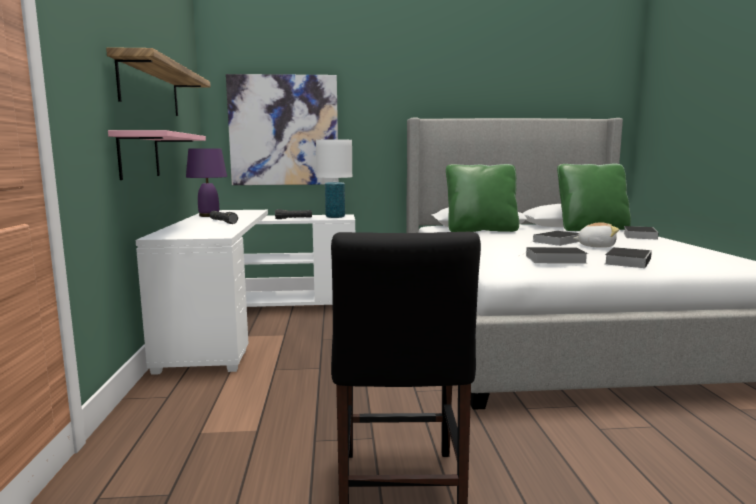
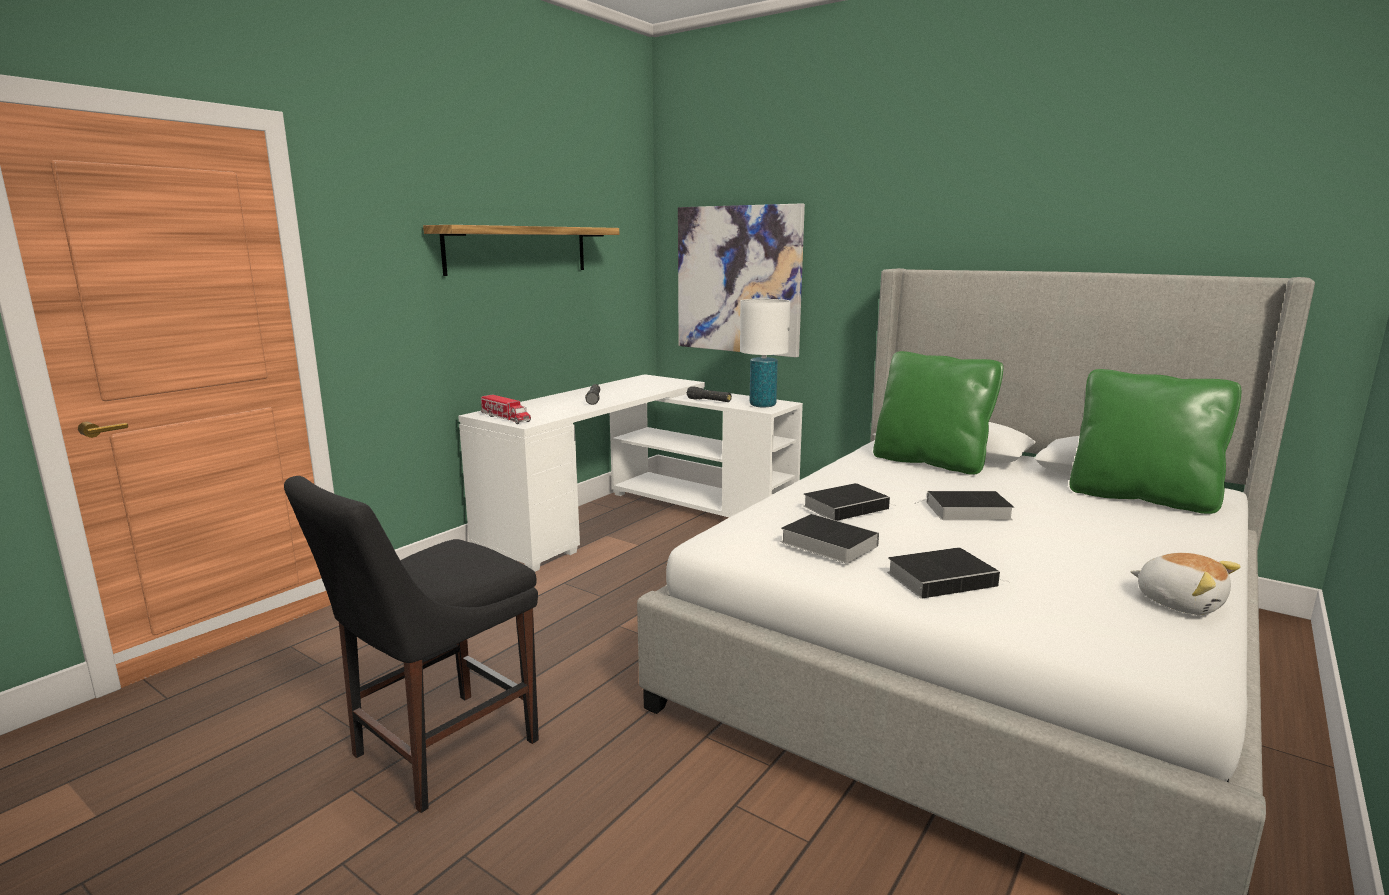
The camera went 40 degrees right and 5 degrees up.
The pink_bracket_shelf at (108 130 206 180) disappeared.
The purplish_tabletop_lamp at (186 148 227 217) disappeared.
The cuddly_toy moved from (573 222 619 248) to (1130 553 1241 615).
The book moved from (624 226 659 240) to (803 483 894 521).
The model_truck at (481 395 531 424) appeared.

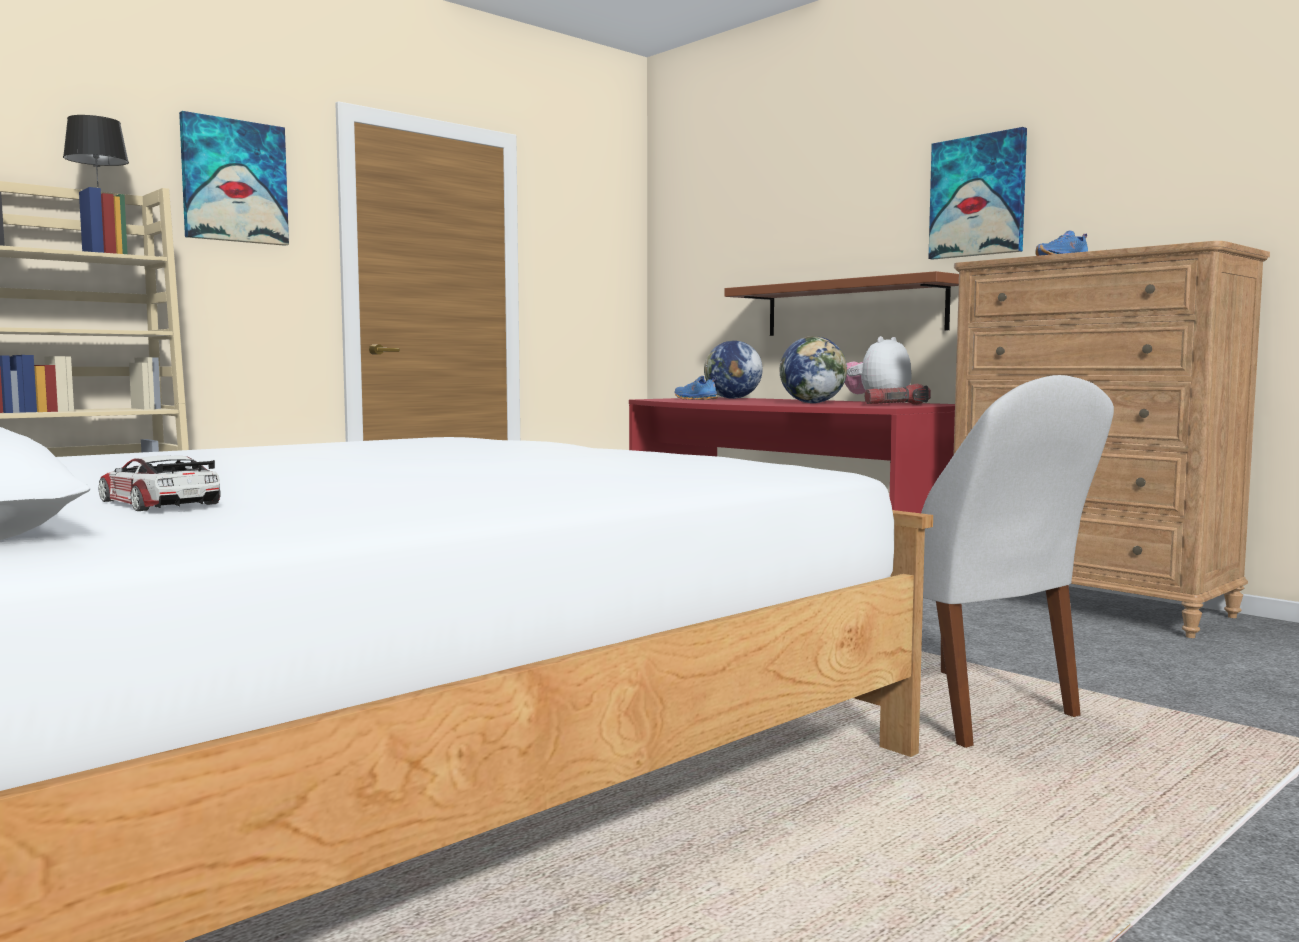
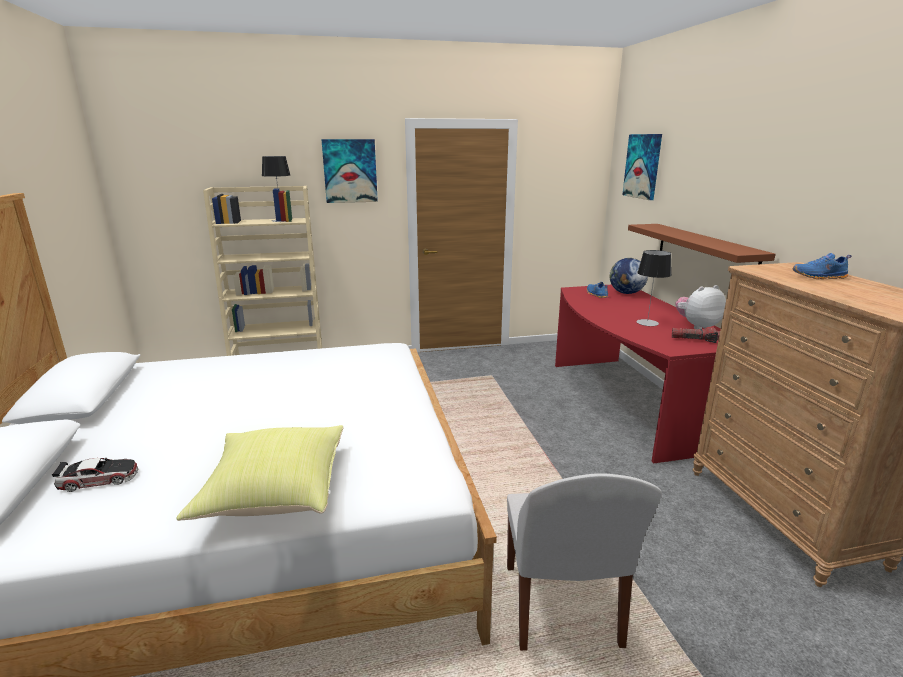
The camera went 30 degrees right and 15 degrees up.
The picture moved from (928 127 1027 259) to (622 134 662 200).
The desk_globe at (779 336 847 403) was replaced by the tabletop_lamp at (636 250 672 326).
The toy_car at (98 456 221 511) turned 90 degrees clockwise.
The yellowish_pillow at (177 425 344 521) appeared.

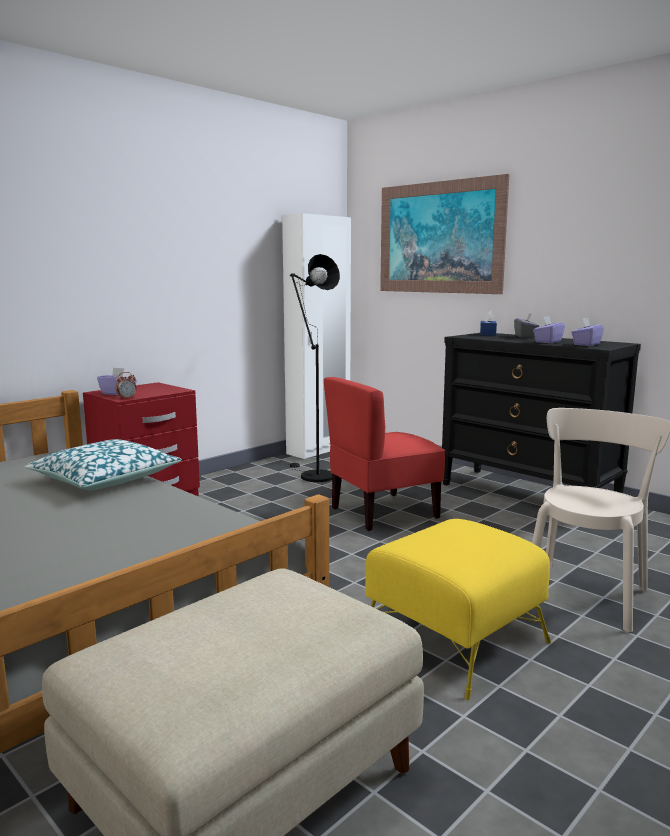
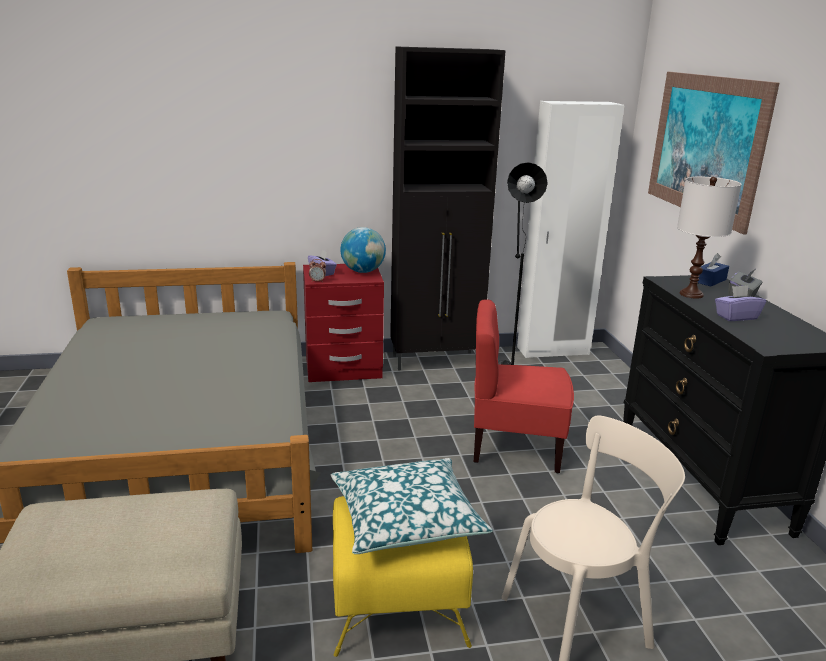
The camera went 35 degrees right and 10 degrees up.
The purplish_tissue_holder at (572 318 604 346) disappeared.
The pillow moved from (25 439 182 490) to (331 458 493 554).
The black-coloured_cupboard at (390 46 506 370) appeared.
The white_tabletop_lamp at (677 177 741 299) appeared.
The desk_globe at (341 227 386 273) appeared.

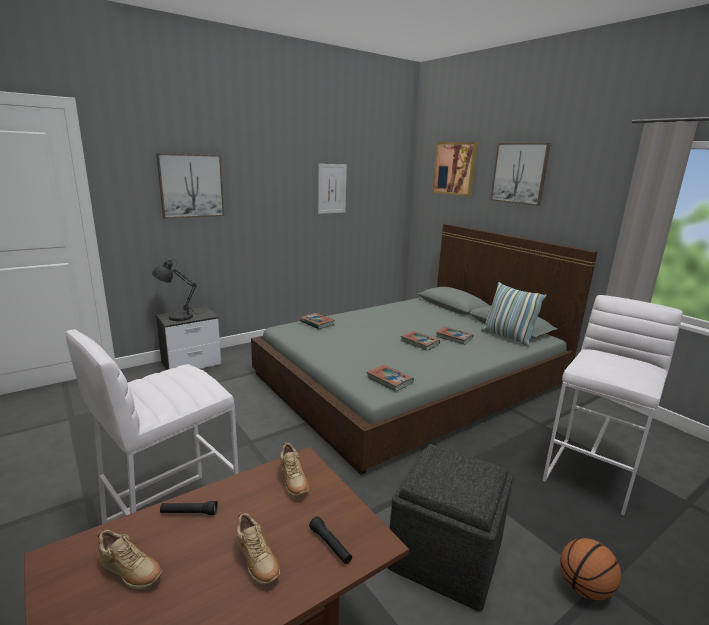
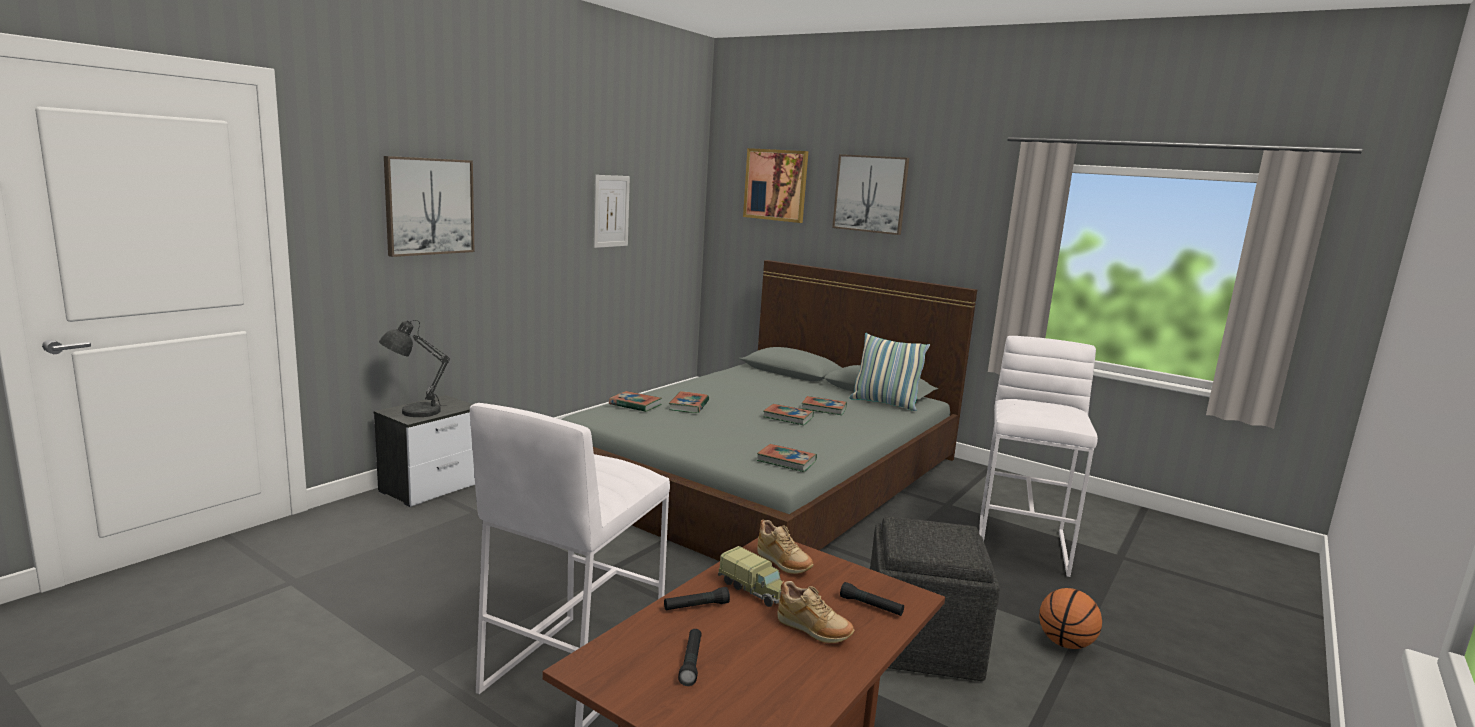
The camera went 20 degrees left and 5 degrees down.
The sand-coloured_shoe at (97 530 162 589) was replaced by the black-coloured_hand_torch at (678 629 702 686).
The book at (669 391 709 413) appeared.
The model_truck at (718 546 783 607) appeared.

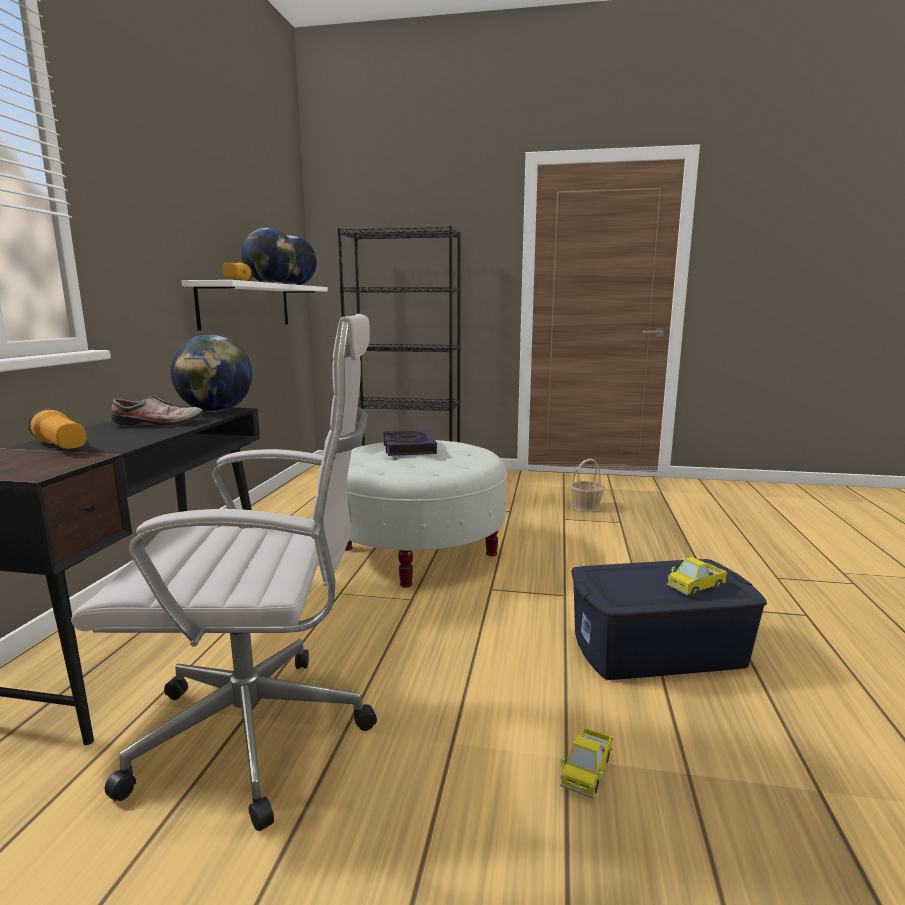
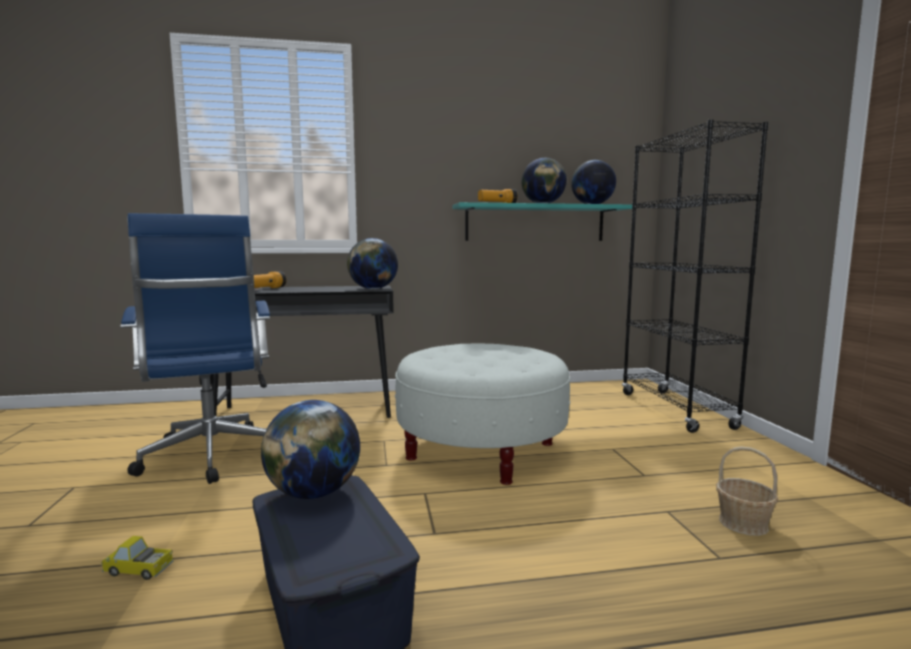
The camera went 70 degrees right and 5 degrees down.
The white_bracket_shelf at (182 280 328 331) became the turquoise_bracket_shelf at (452 202 632 241).
The white_office_chair at (71 314 377 831) became the blue-coloured_office_chair at (121 213 270 484).
The shoe at (111 395 203 426) disappeared.
The book at (384 430 437 456) disappeared.
The model_truck at (667 557 727 596) disappeared.
The desk_globe at (261 400 360 499) appeared.

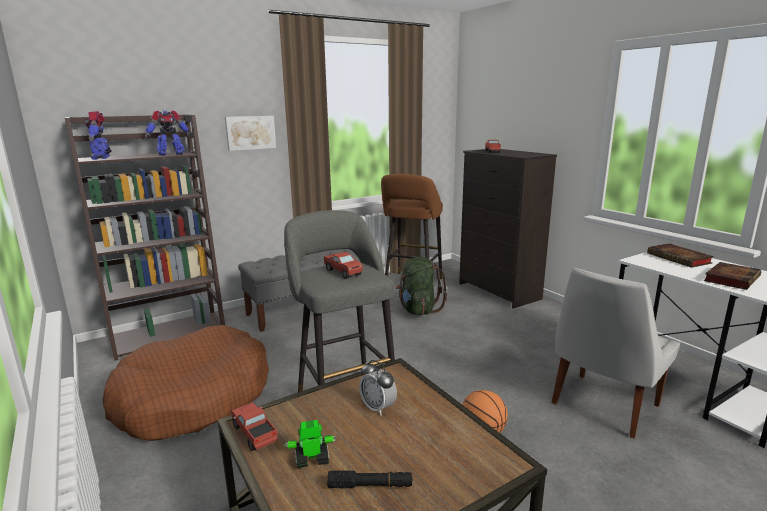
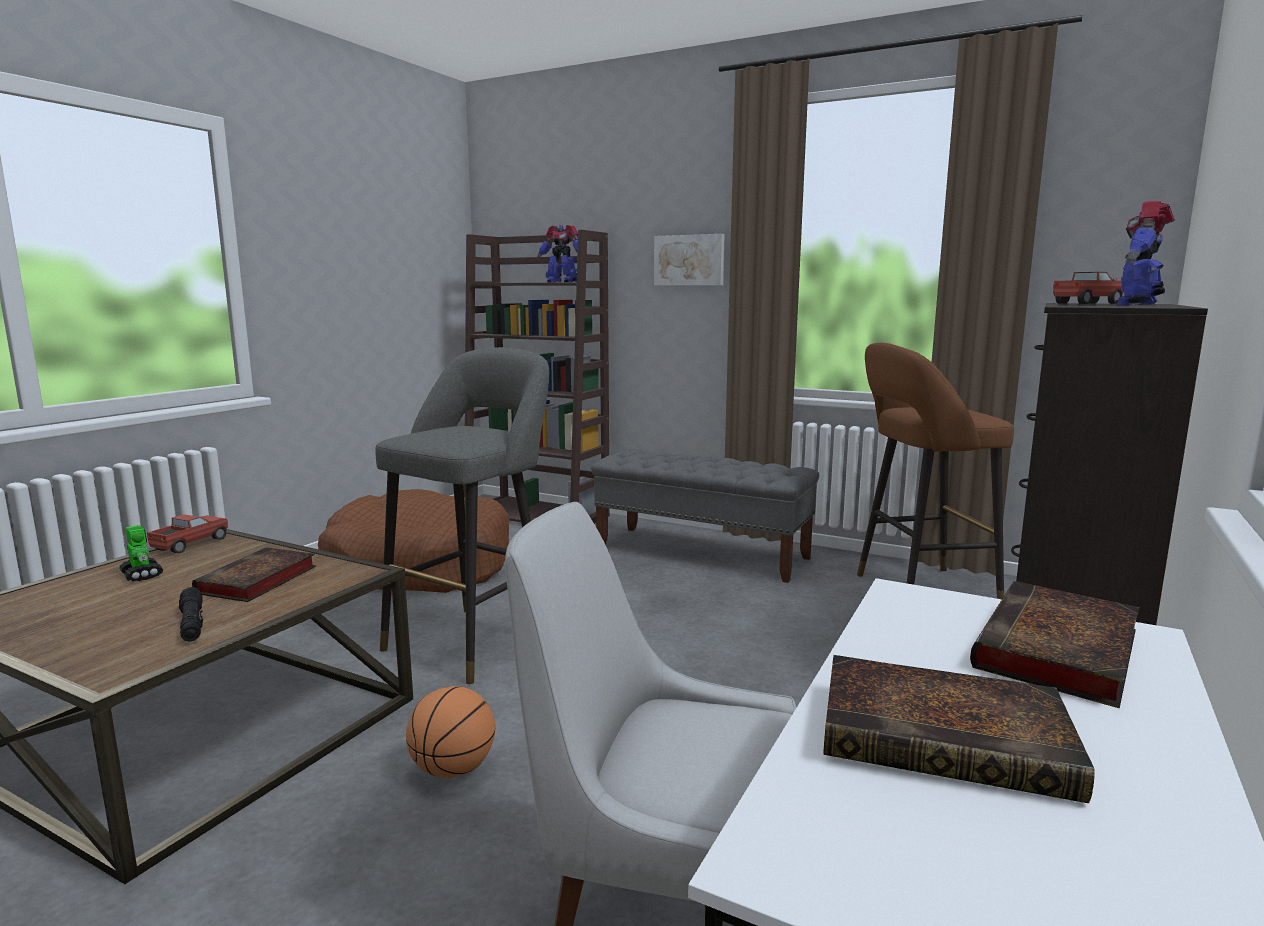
The camera went 60 degrees right and 5 degrees down.
The robot_figure moved from (85 111 112 160) to (1115 200 1175 305).
The model_truck at (324 252 363 279) disappeared.
The greenish_backpack at (396 257 448 315) disappeared.
The bedside_clock at (359 360 397 416) was replaced by the book at (192 547 316 602).
The black-coloured_hand_torch moved from (327 470 413 488) to (179 587 203 642).

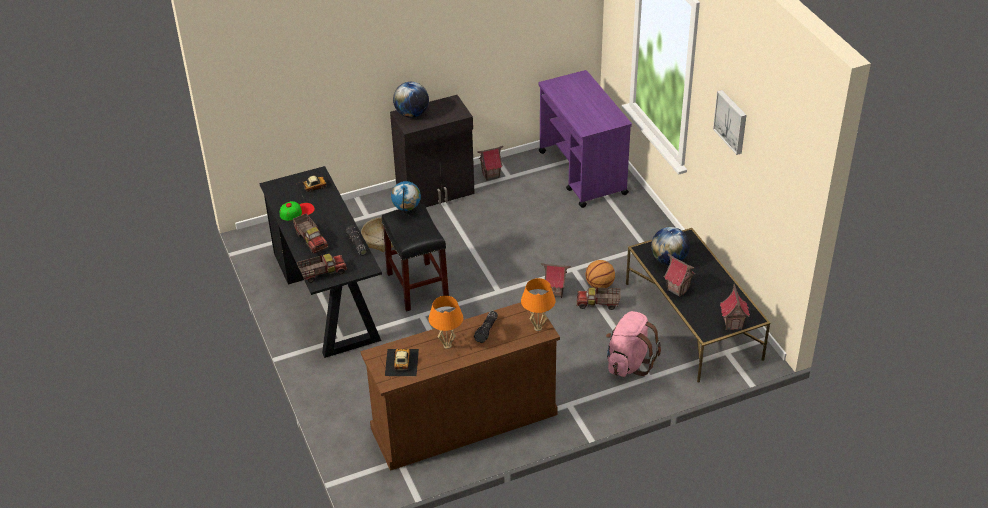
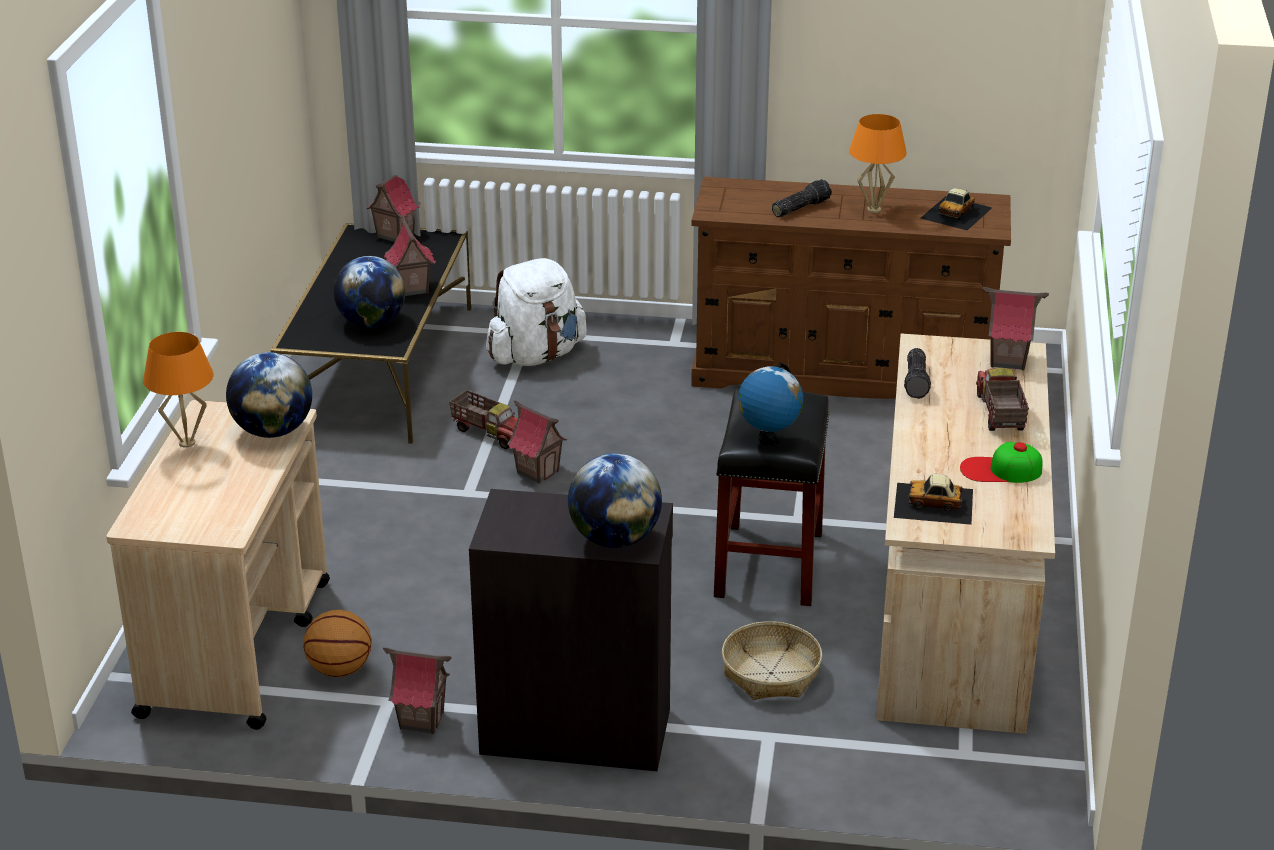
The camera went 150 degrees left and 10 degrees down.
The purplish_wheeled_cart at (538 70 632 208) became the sand-coloured_wheeled_cart at (106 400 330 730).
The picture at (713 90 747 155) disappeared.
The black-coloured_desk at (259 166 382 358) became the sand-coloured_desk at (876 334 1055 734).
The model_truck at (297 254 347 283) was replaced by the toy_house at (983 287 1049 370).
The basketball_ball moved from (586 260 615 288) to (304 610 372 677).
The orange-coloured_tabletop_lamp moved from (521 278 556 331) to (143 332 214 448).
The pink_backpack at (606 311 661 377) became the white_backpack at (486 258 587 366).
The desk_globe at (226 352 312 438) appeared.

